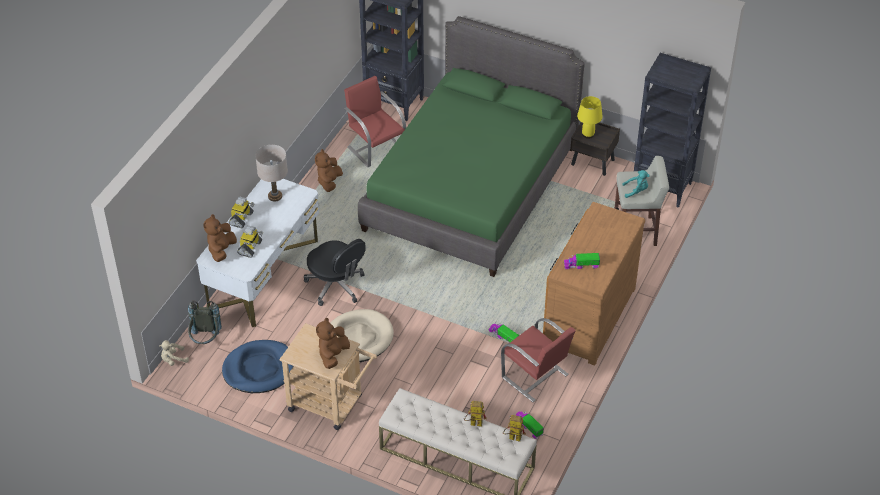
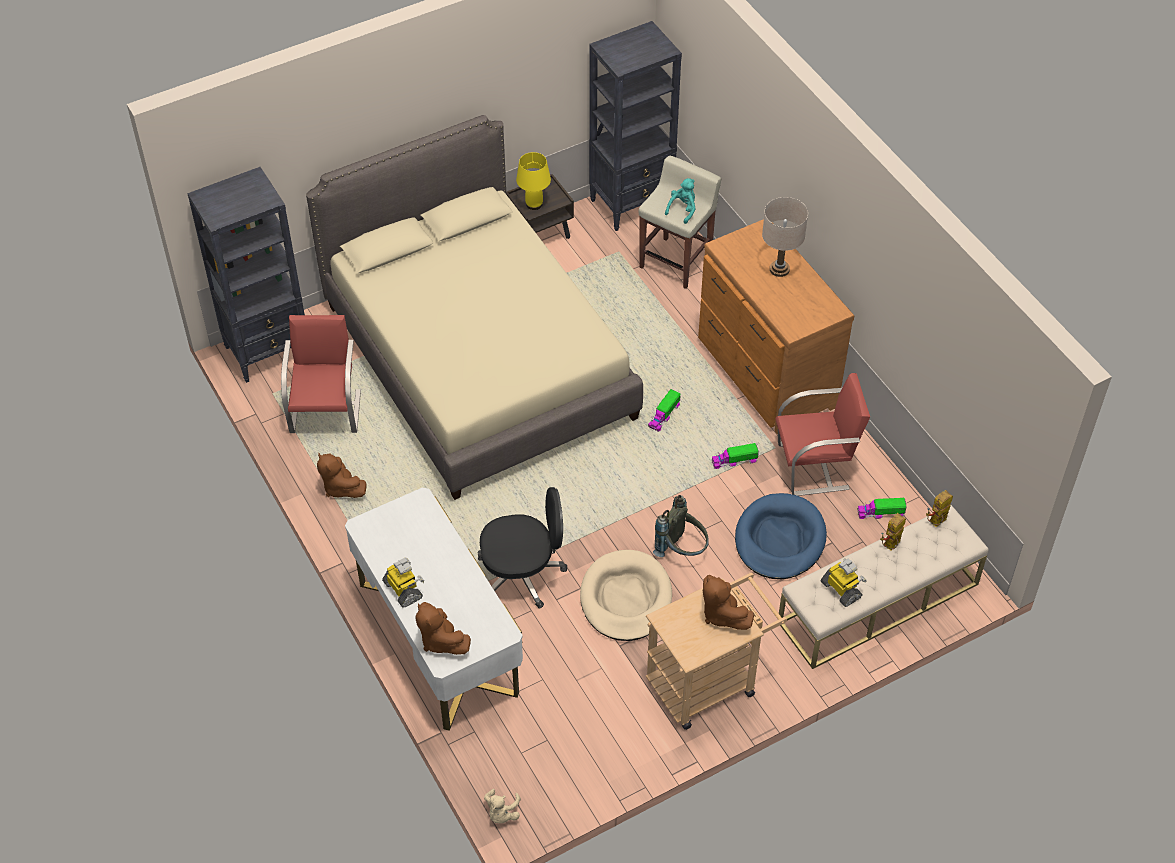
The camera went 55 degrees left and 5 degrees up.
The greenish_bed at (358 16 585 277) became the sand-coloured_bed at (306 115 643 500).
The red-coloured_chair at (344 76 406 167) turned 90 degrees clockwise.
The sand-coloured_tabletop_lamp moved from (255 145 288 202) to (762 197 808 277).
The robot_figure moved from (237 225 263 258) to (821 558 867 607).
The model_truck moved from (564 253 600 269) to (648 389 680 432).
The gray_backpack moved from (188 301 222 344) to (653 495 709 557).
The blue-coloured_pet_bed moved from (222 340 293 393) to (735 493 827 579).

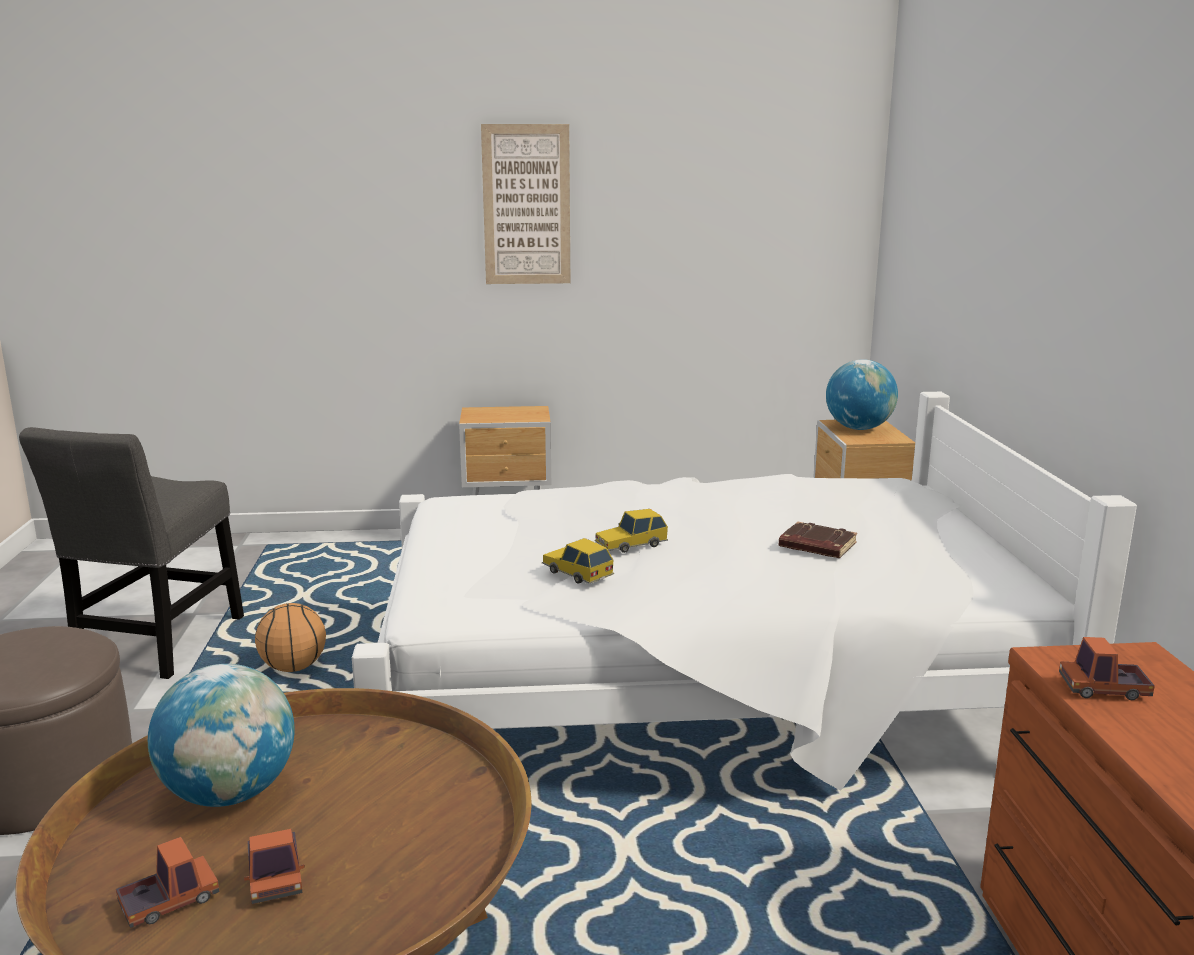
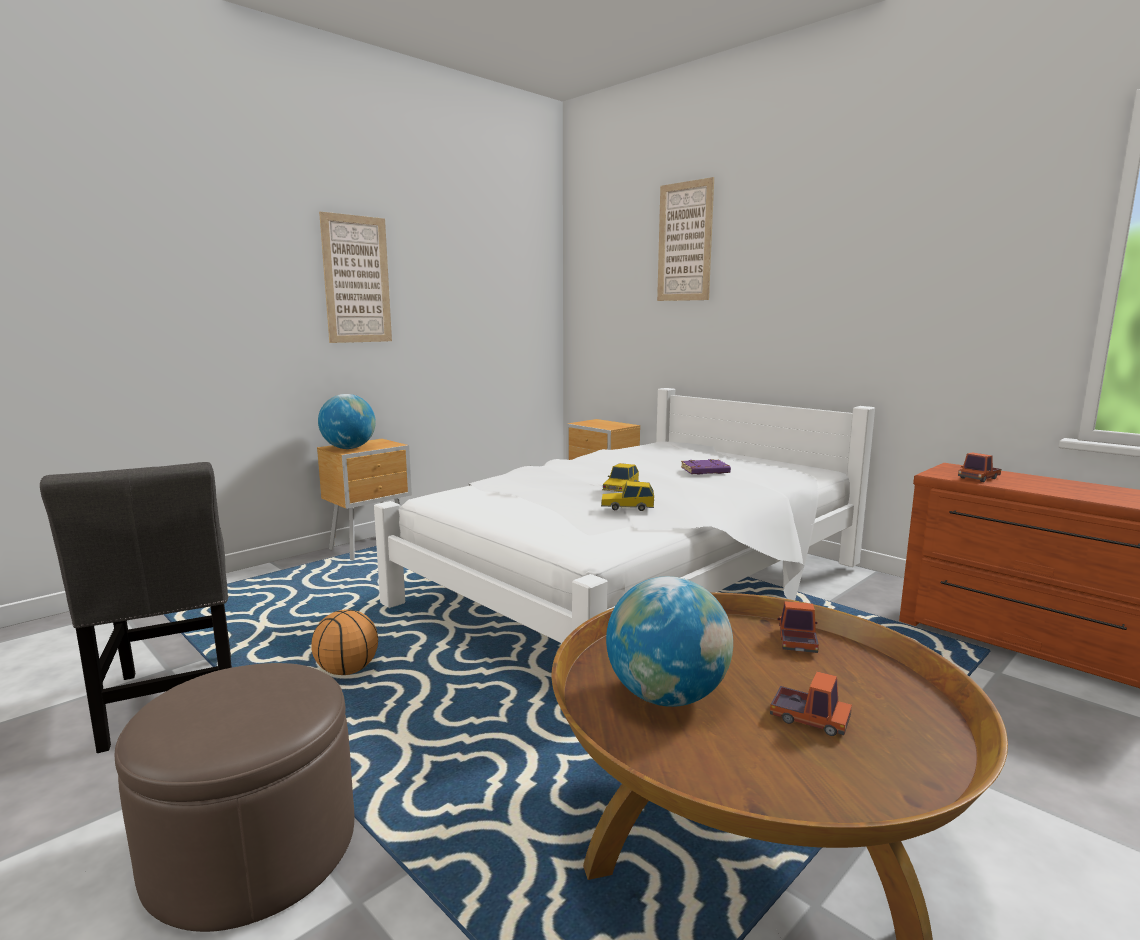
The camera went 40 degrees left and 5 degrees down.
The desk_globe moved from (826 359 898 430) to (318 394 376 449).
The brownish_book at (779 522 857 558) became the purplish_book at (681 459 731 474).
The model_truck moved from (116 837 220 928) to (777 601 819 653).
The picture at (657 177 714 301) appeared.

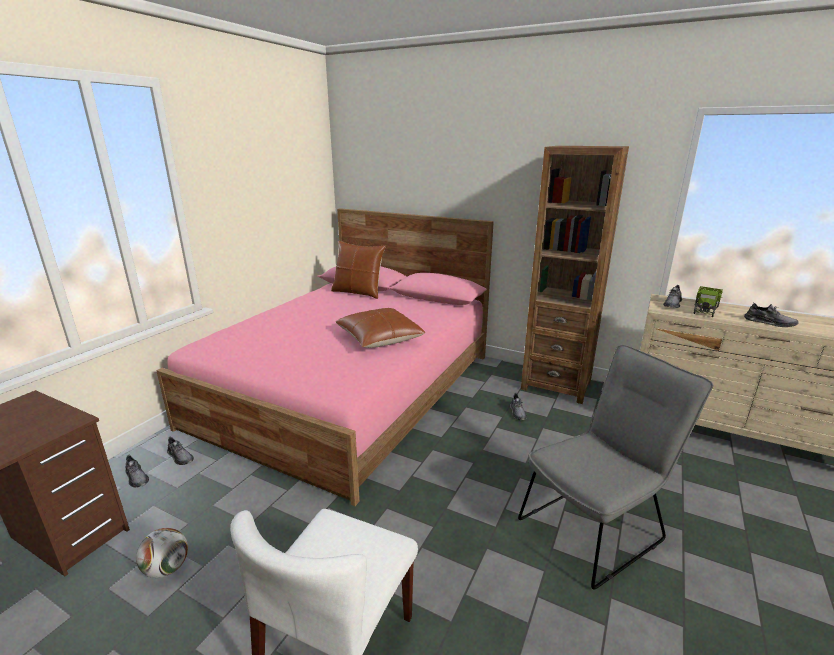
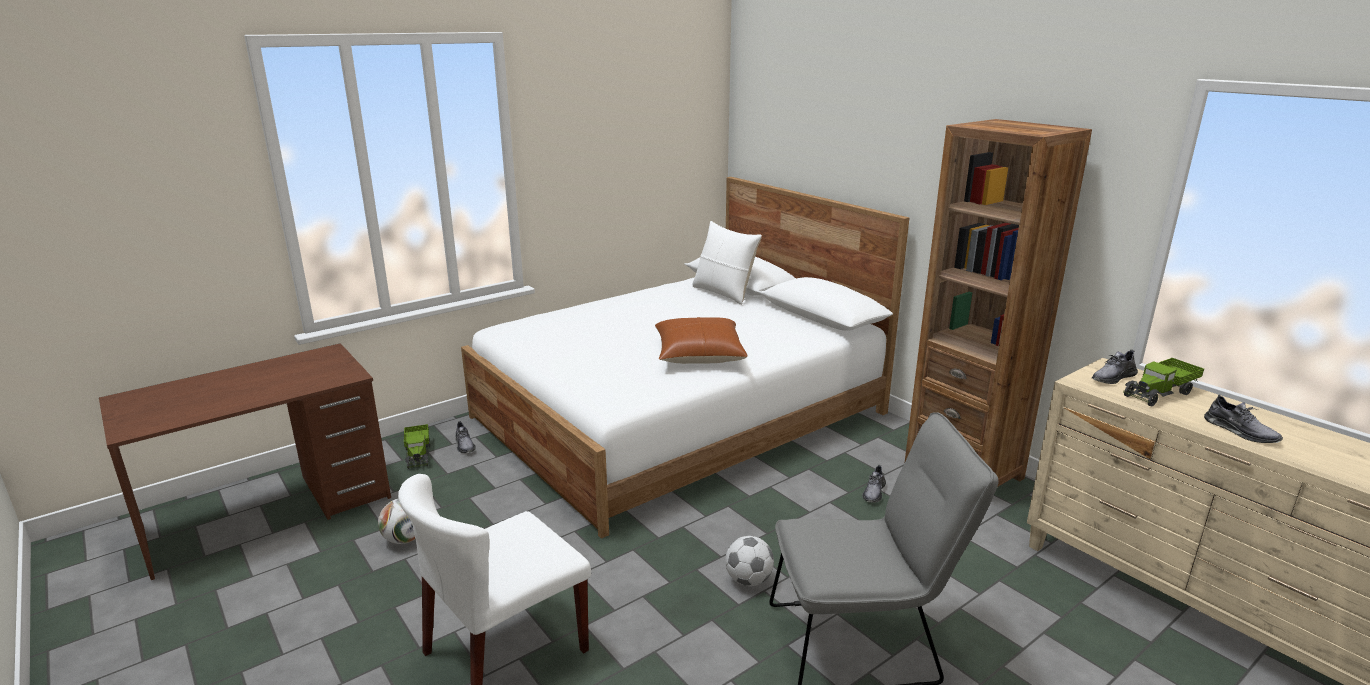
The camera went 25 degrees right and 0 degrees up.
The pink_bed at (156 208 494 506) became the white_bed at (461 177 909 539).
The brownish_pillow at (331 241 386 299) became the white_pillow at (692 221 762 305).
The gray_shoe at (126 455 149 487) was replaced by the model_truck at (404 424 430 469).
The football at (725 536 774 586) appeared.

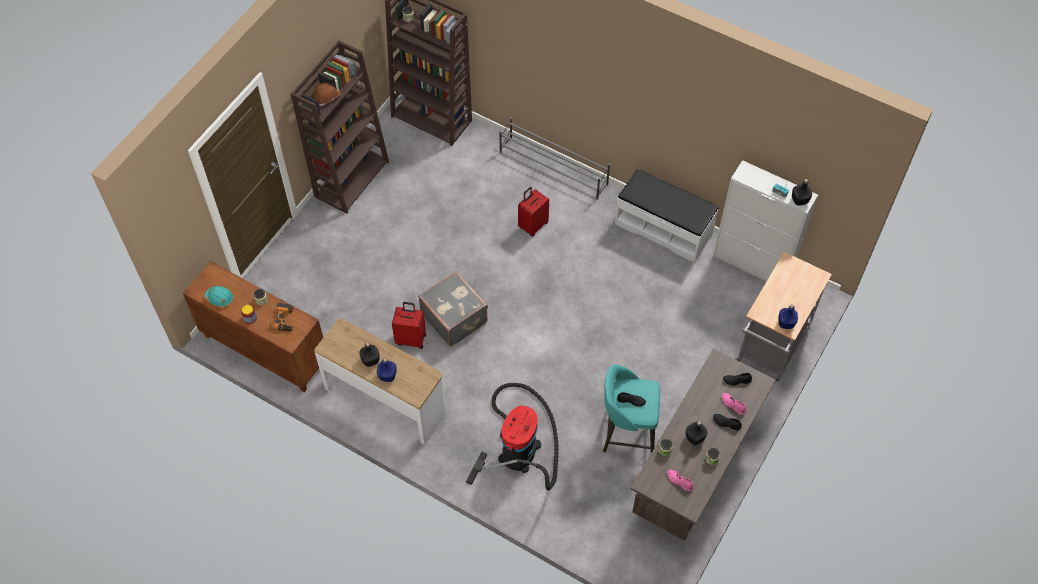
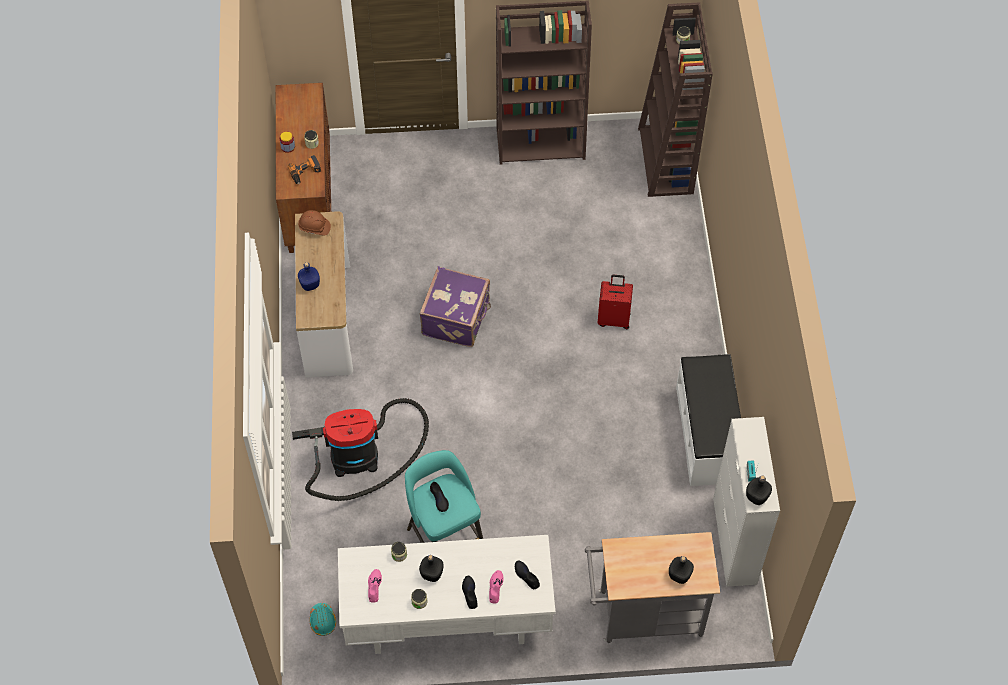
The camera went 55 degrees right and 0 degrees up.
The brownish_hard_hat moved from (314 82 341 106) to (298 210 331 235).
The gray_shoe_stand at (499 117 610 200) disappeared.
The gray_piece_of_luggage at (418 271 488 347) became the purplish_piece_of_luggage at (420 266 491 347).
The turquoise_hard_hat moved from (205 286 234 307) to (309 603 336 636).
The red-coloured_piece_of_luggage at (392 302 426 349) disappeared.
The blue-coloured_beverage_bottle at (779 305 798 329) disappeared.
The black-coloured_beverage_bottle moved from (359 342 380 367) to (669 556 694 584).
The brownish_desk at (630 348 776 541) became the white_desk at (338 535 555 654).

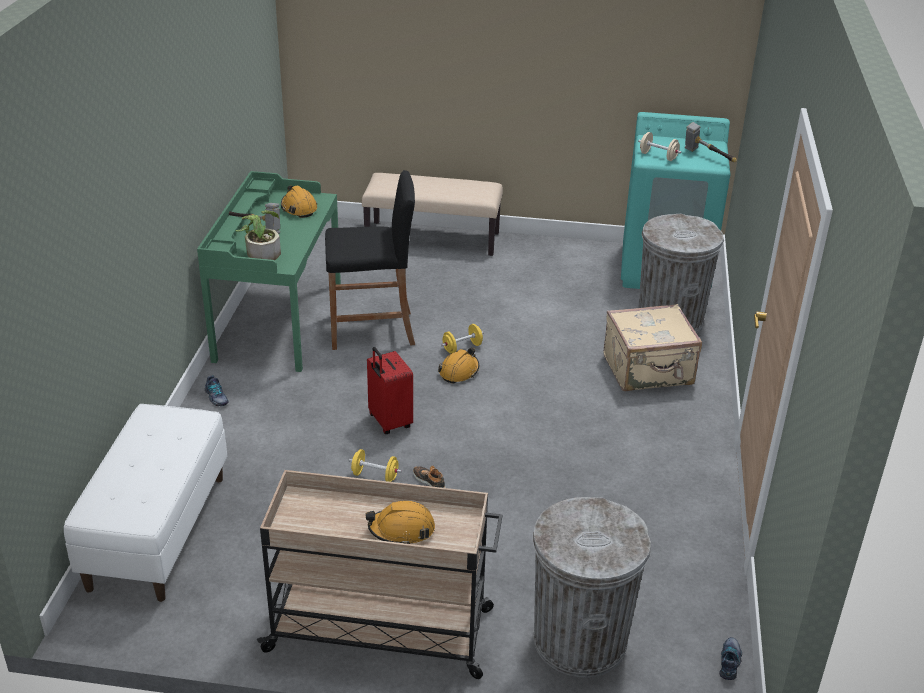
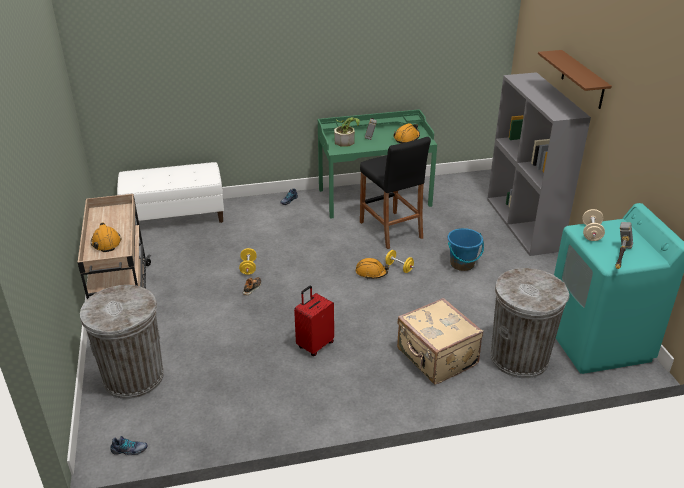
The camera went 70 degrees right and 0 degrees up.
The sand-coloured_indoor_bench at (362 173 503 256) was replaced by the gray_bookshelf at (487 72 591 256).
The red-coloured_piece_of_luggage moved from (367 347 413 434) to (294 286 334 356).
The brownish_bracket_shelf at (538 50 612 109) appeared.
The blue-coloured_water_bucket at (448 228 484 271) appeared.

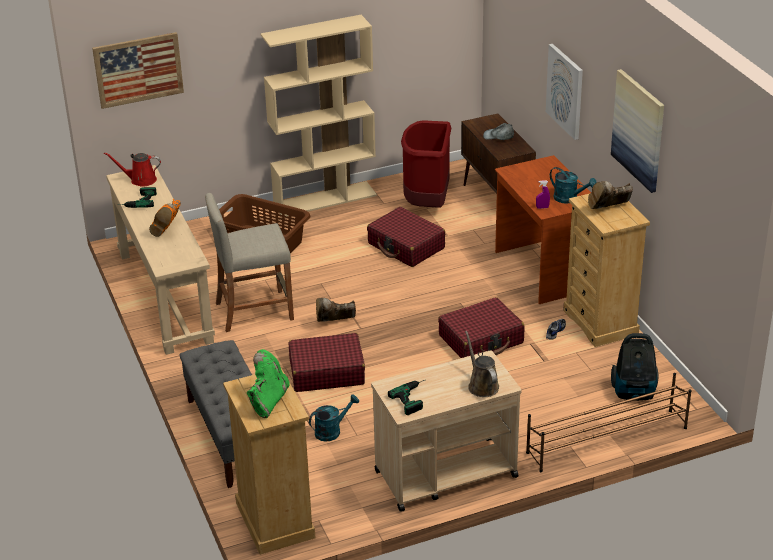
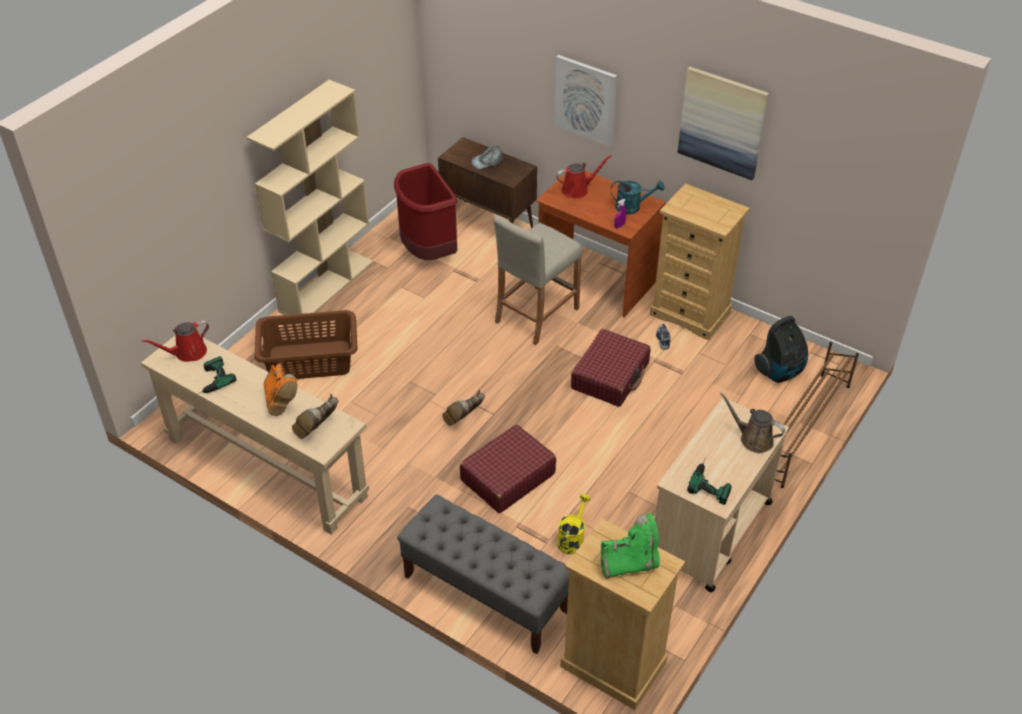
The camera went 35 degrees left and 10 degrees up.
The picture at (92 32 184 109) disappeared.
The brownish_boot moved from (588 181 633 209) to (292 394 338 439).
The sand-coloured_sitting_stool moved from (205 193 294 332) to (494 215 582 345).
The red-coloured_piece_of_luggage at (367 207 445 267) disappeared.
The greenish_boot at (247 349 290 418) turned 90 degrees clockwise.
The turquoise_watering_can at (309 394 359 442) became the yellowish_watering_can at (557 494 591 555).
The red-coloured_watering_can at (556 155 612 198) appeared.

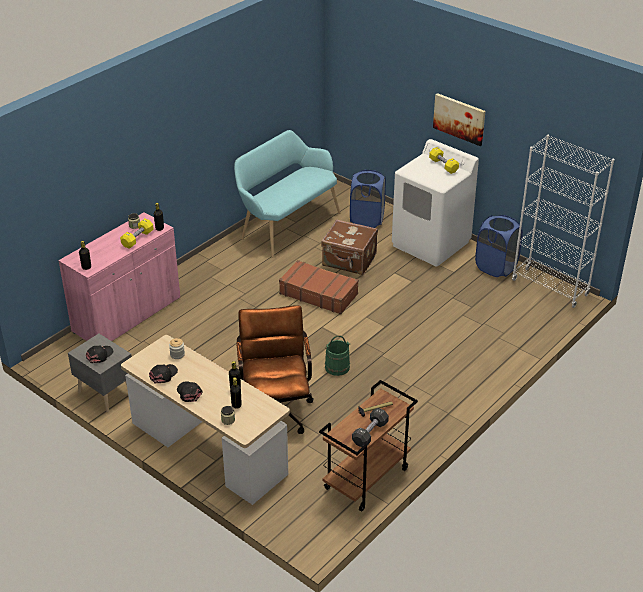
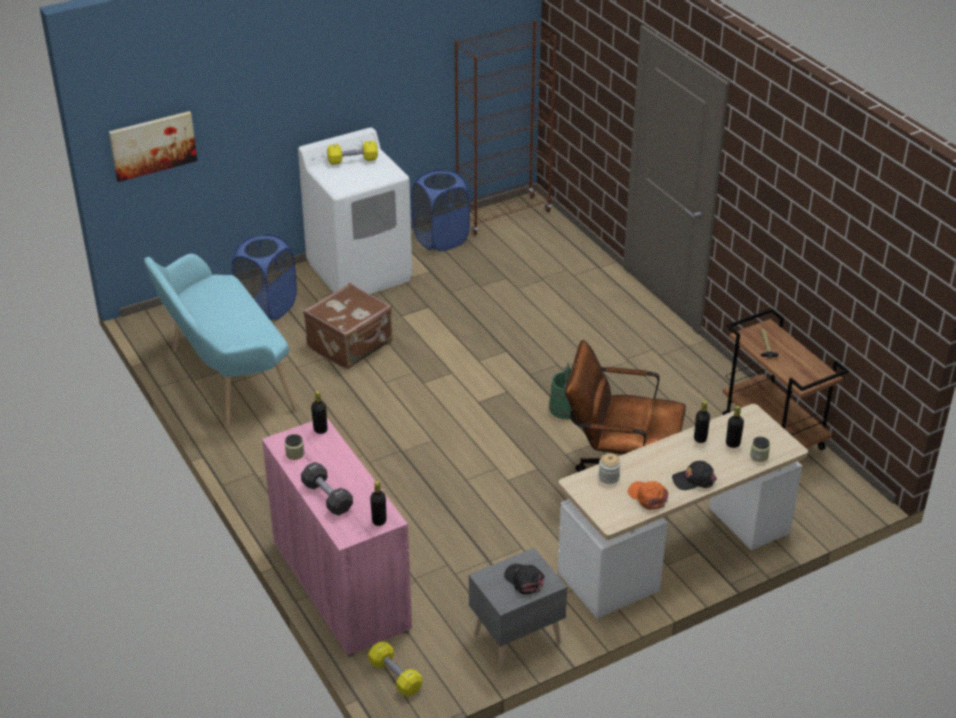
The camera went 70 degrees left and 0 degrees up.
The picture moved from (433 93 486 146) to (109 111 197 182).
The white_bookshelf at (512 135 615 308) became the brownish_bookshelf at (454 20 557 235).
The yellowish_free_weight moved from (120 218 154 249) to (368 641 422 696).
The brownish_piece_of_luggage at (279 260 359 315) disappeared.
The black-coloured_cap at (149 364 178 384) became the orange-coloured_cap at (628 481 668 510).
The black-coloured_free_weight moved from (352 408 389 447) to (301 462 353 516).

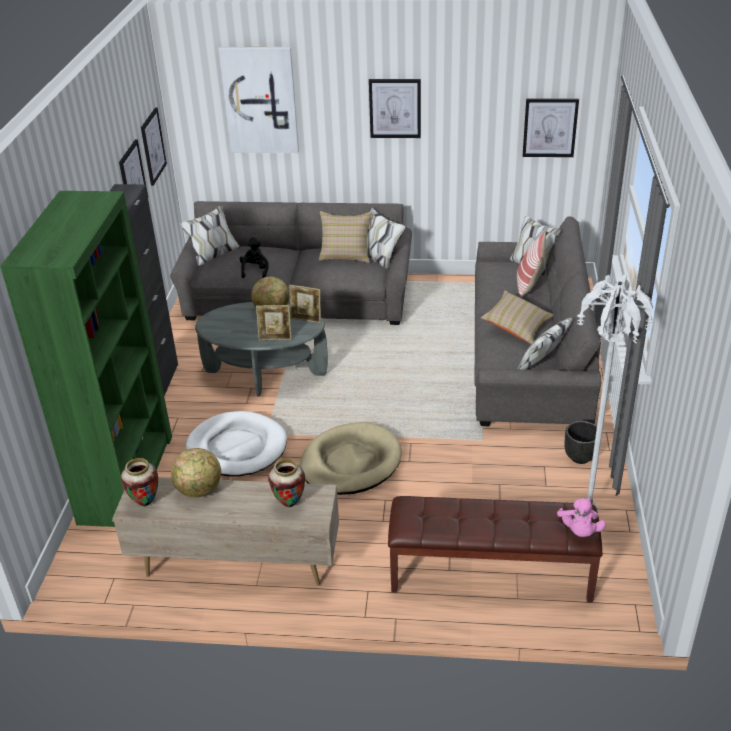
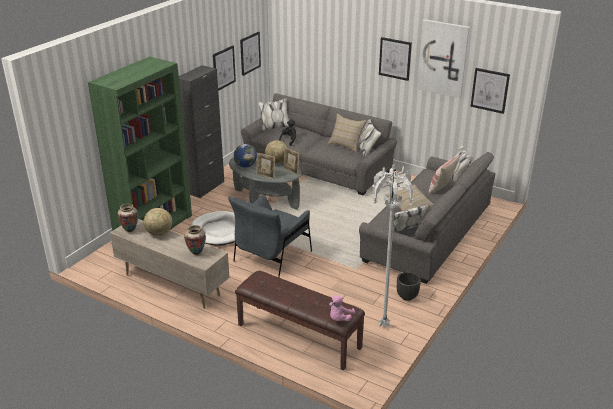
The camera went 25 degrees right and 5 degrees down.
The picture moved from (219 47 299 153) to (417 19 470 99).
The sand-coloured_pet_bed at (300 422 401 495) was replaced by the gray_easy_chair at (228 195 312 278).
The desk_globe at (234 144 257 168) appeared.

